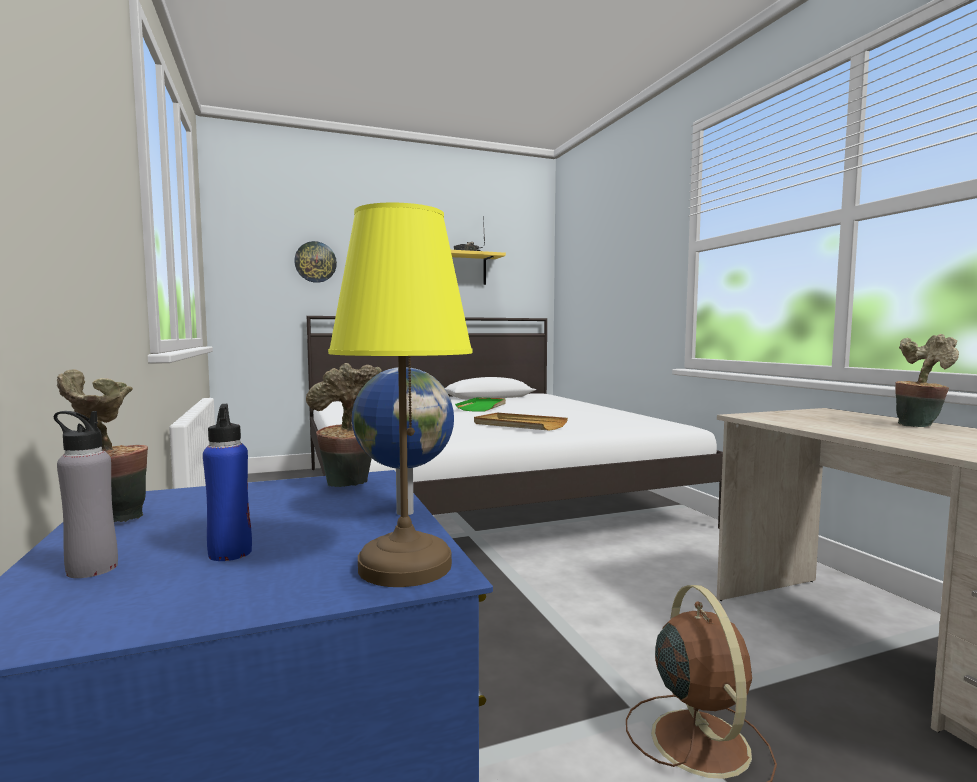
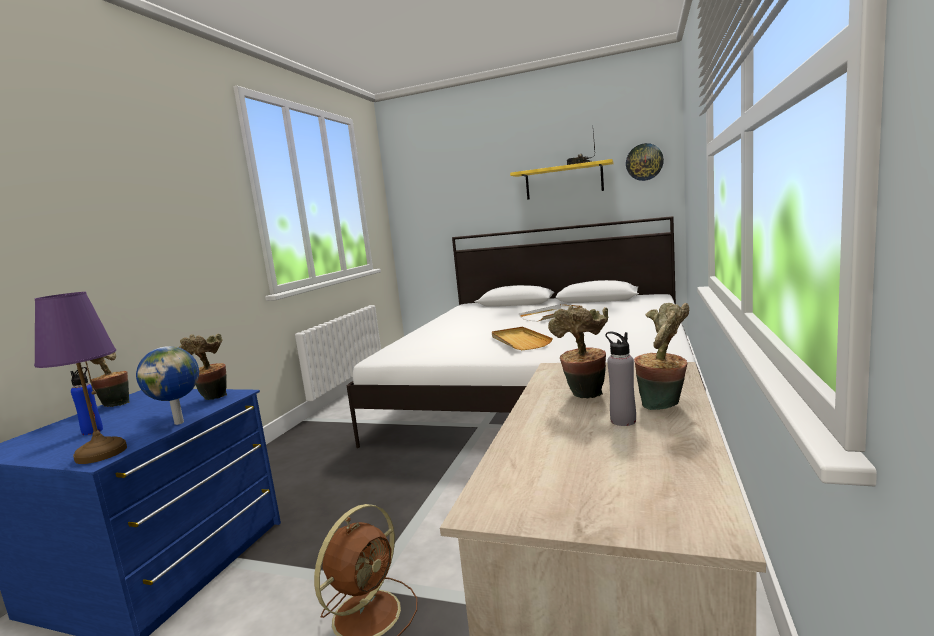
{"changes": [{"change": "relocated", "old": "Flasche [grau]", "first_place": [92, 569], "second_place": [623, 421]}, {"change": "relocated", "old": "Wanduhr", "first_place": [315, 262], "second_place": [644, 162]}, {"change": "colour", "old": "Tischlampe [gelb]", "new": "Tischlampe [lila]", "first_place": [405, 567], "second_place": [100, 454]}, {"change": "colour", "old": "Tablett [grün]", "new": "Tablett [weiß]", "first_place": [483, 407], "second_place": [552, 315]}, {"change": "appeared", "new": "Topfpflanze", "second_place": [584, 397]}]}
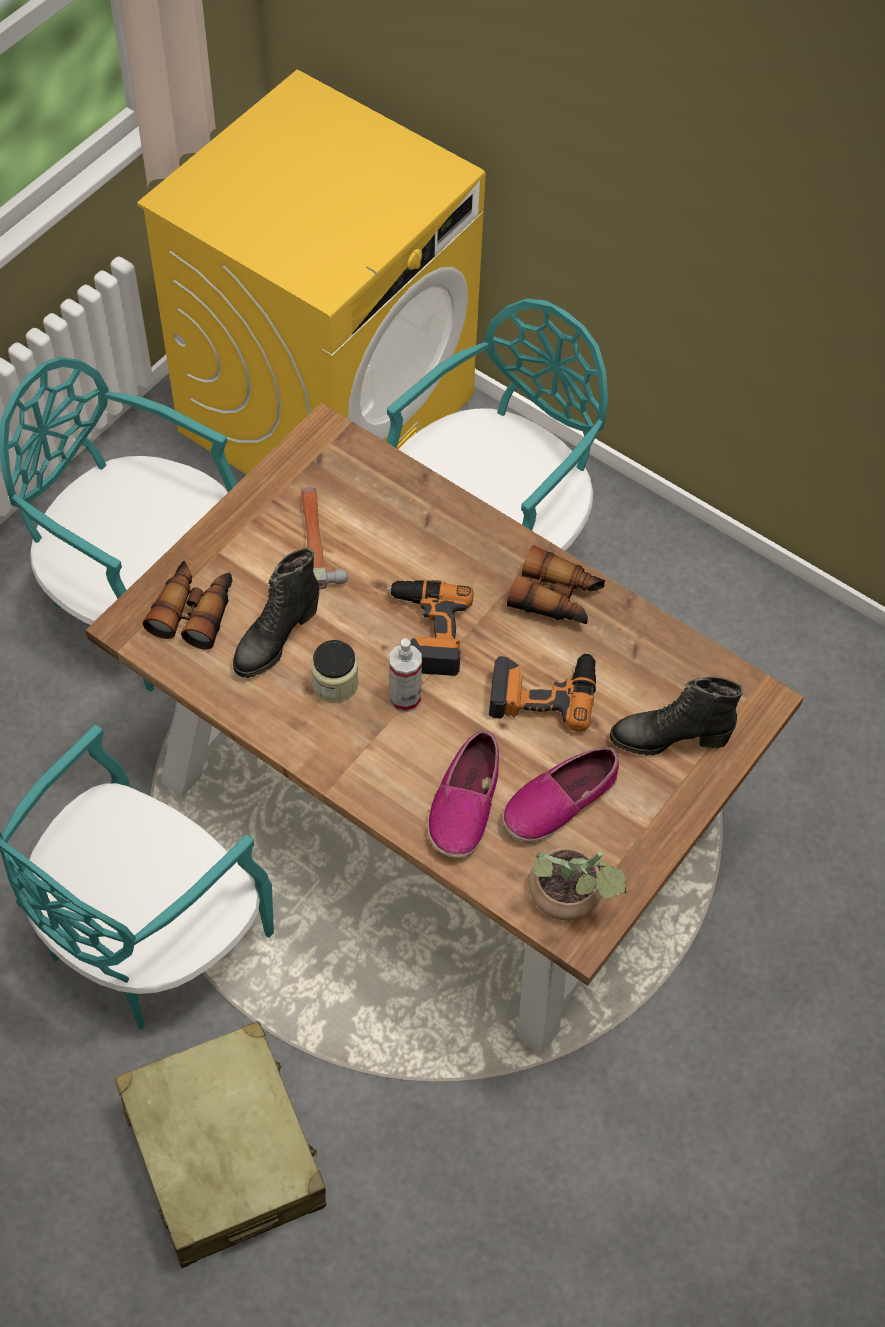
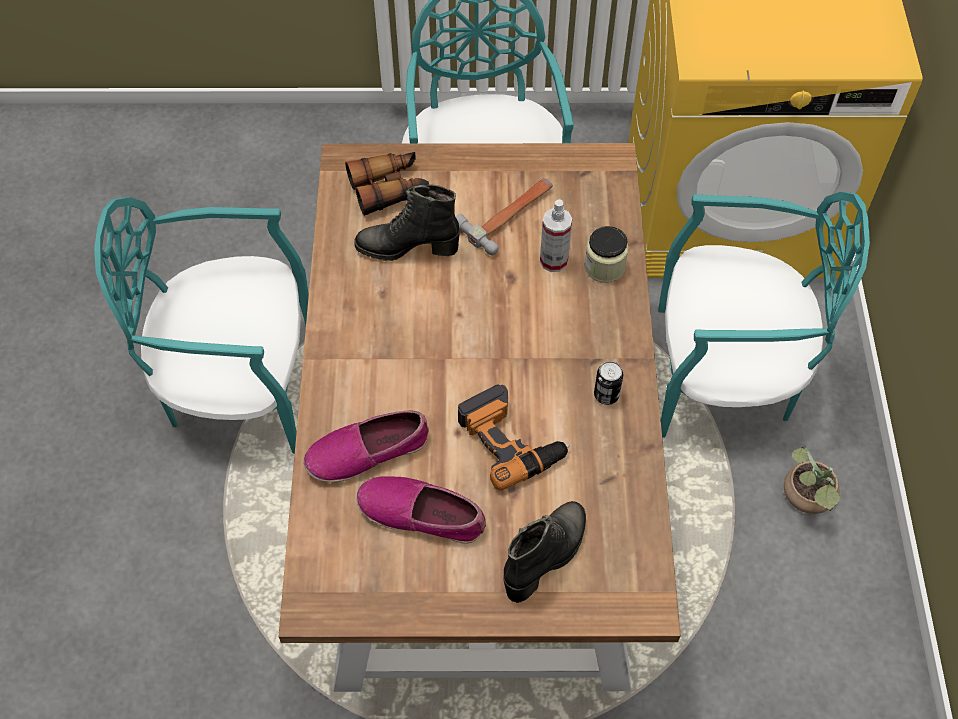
{"changes": [{"change": "missing", "old": "Koffer [beige]", "first_place": [223, 1153]}, {"change": "relocated", "old": "Vorratsglas", "first_place": [335, 683], "second_place": [604, 267]}, {"change": "missing", "old": "Bohrmaschine", "first_place": [426, 631]}, {"change": "relocated", "old": "Sprühflasche", "first_place": [405, 698], "second_place": [553, 261]}, {"change": "exchanged", "old": "Fernglas", "new": "Dose", "first_place": [556, 598], "second_place": [606, 395]}, {"change": "relocated", "old": "Topfpflanze", "first_place": [570, 898], "second_place": [807, 498]}, {"change": "spun", "old": "Stiefel [schwarz]", "first_place": [669, 738], "second_place": [546, 556], "degrees": 75}]}
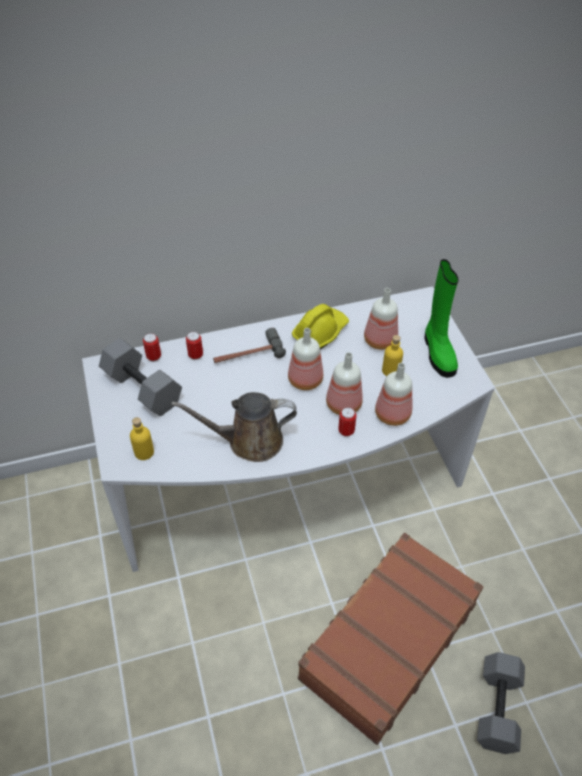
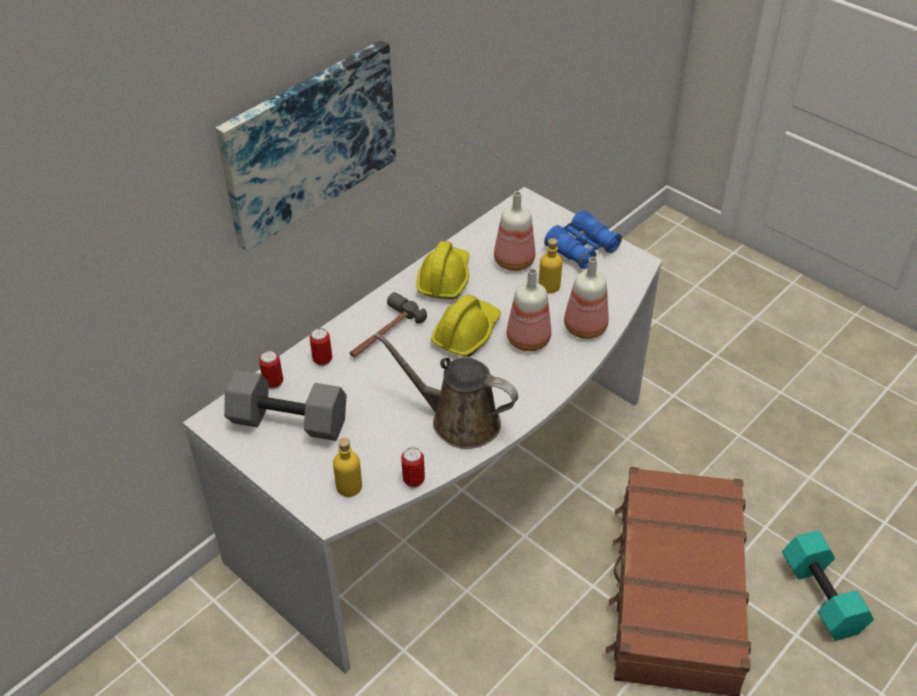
{"changes": [{"change": "spun", "old": "Gießkanne [braun]", "first_place": [249, 441], "second_place": [458, 420], "degrees": 60}, {"change": "exchanged", "old": "Flasche", "new": "Schutzhelm [gelb]", "first_place": [304, 379], "second_place": [466, 333]}, {"change": "relocated", "old": "Dose", "first_place": [346, 431], "second_place": [414, 480]}, {"change": "exchanged", "old": "Stiefel [grün]", "new": "Fernglas [blau]", "first_place": [438, 352], "second_place": [582, 249]}, {"change": "colour", "old": "Hantel [grau]", "new": "Hantel [türkis]", "first_place": [498, 709], "second_place": [823, 597]}, {"change": "appeared", "new": "Bild", "second_place": [308, 142]}]}
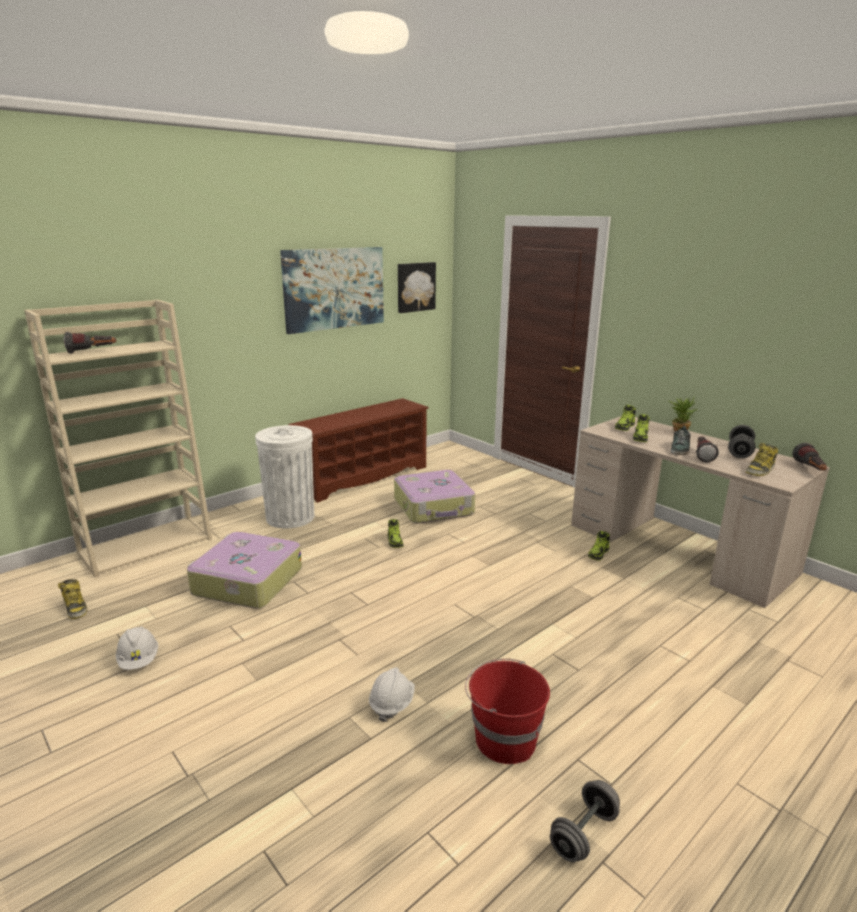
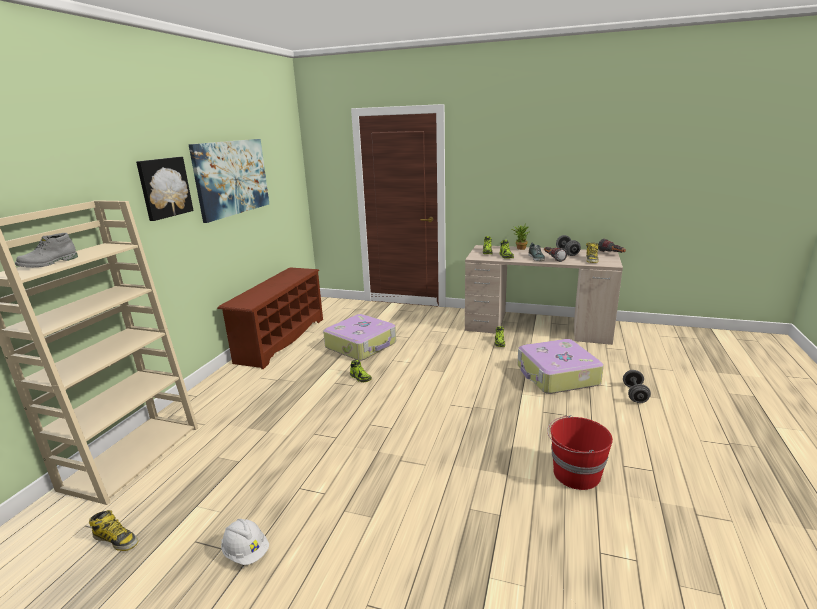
{"changes": [{"change": "exchanged", "old": "Taschenlampe", "new": "Stiefel [grau]", "first_place": [92, 352], "second_place": [49, 263]}, {"change": "relocated", "old": "Koffer", "first_place": [246, 582], "second_place": [556, 376]}, {"change": "missing", "old": "Mülleimer [weiß]", "first_place": [290, 517]}, {"change": "missing", "old": "Schutzhelm [weiß]", "first_place": [391, 704]}, {"change": "relocated", "old": "Bild", "first_place": [415, 287], "second_place": [164, 187]}, {"change": "relocated", "old": "Hantel [grau]", "first_place": [583, 833], "second_place": [634, 394]}]}
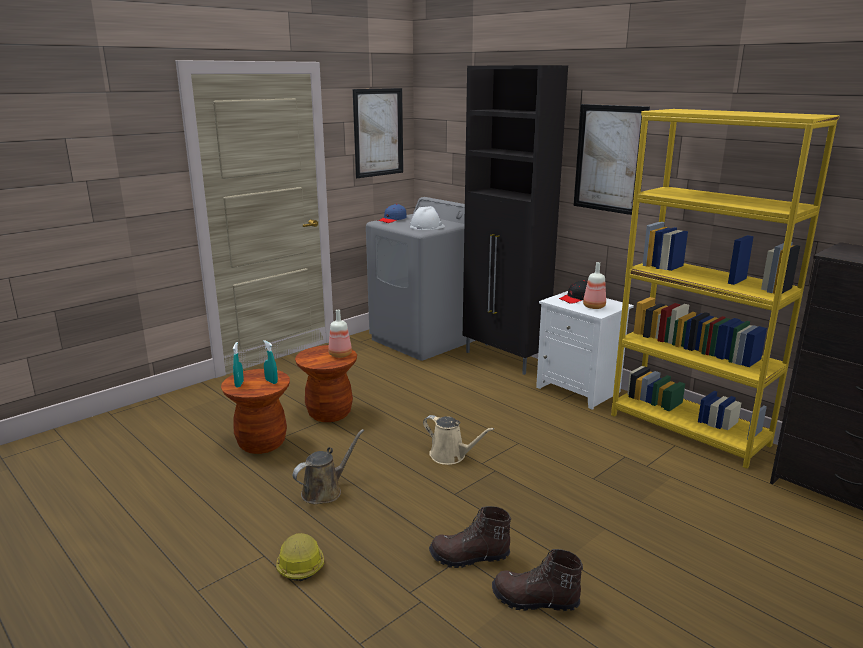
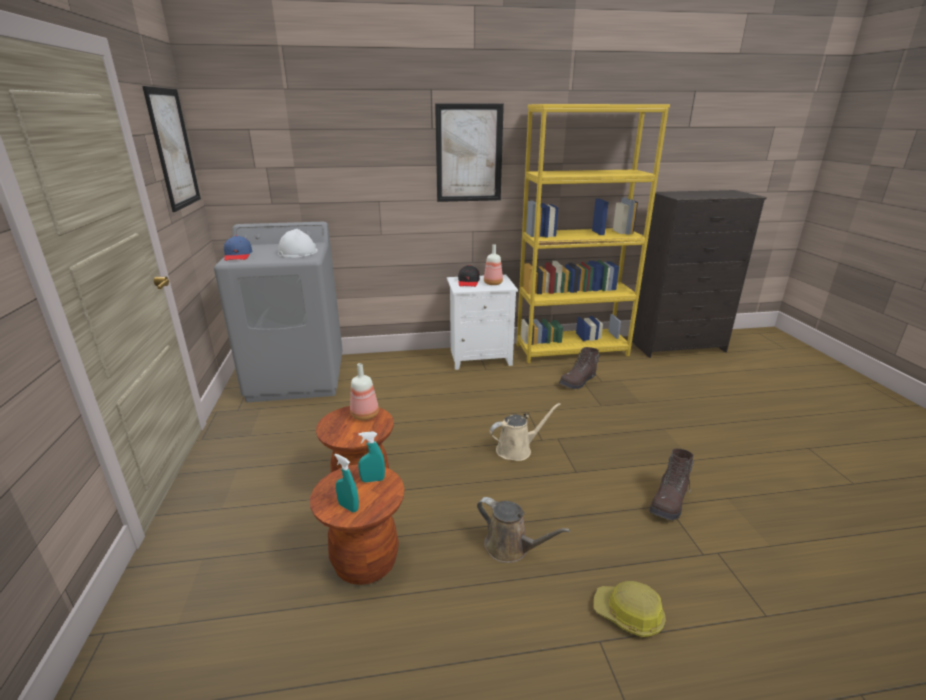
{"changes": [{"change": "spun", "old": "Gießkanne [braun]", "first_place": [325, 491], "second_place": [511, 547], "degrees": 135}, {"change": "missing", "old": "Schrank [schwarz]", "first_place": [505, 359]}, {"change": "relocated", "old": "Stiefel [braun]", "first_place": [534, 601], "second_place": [578, 382]}]}
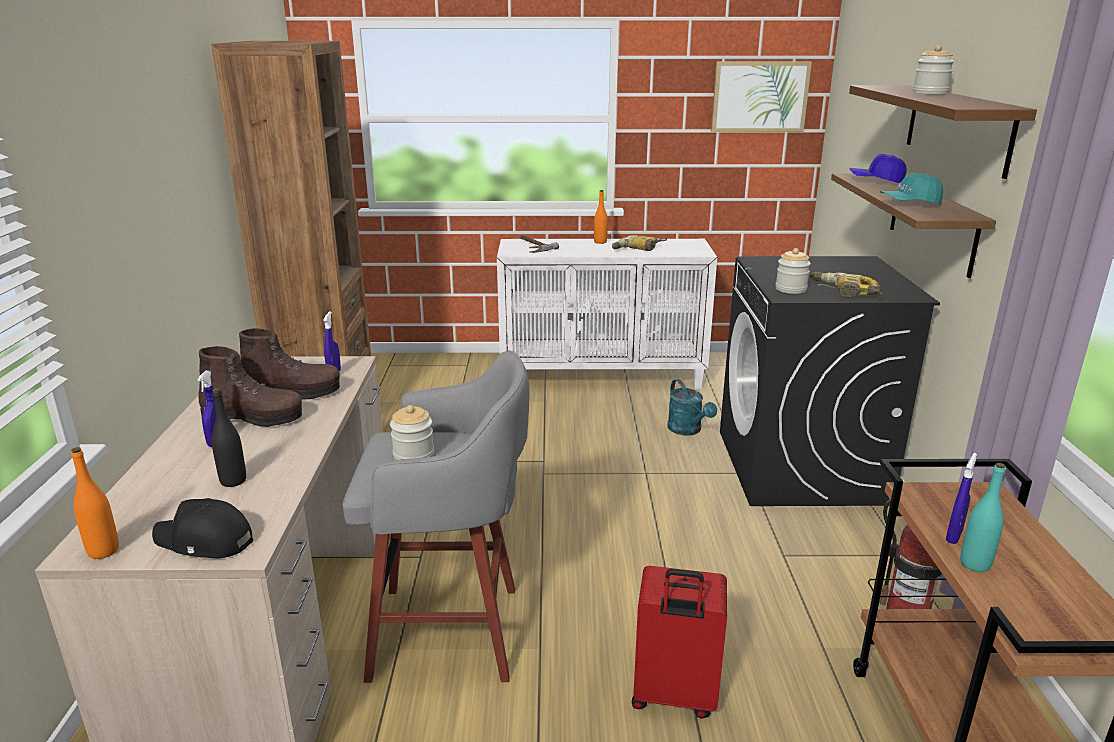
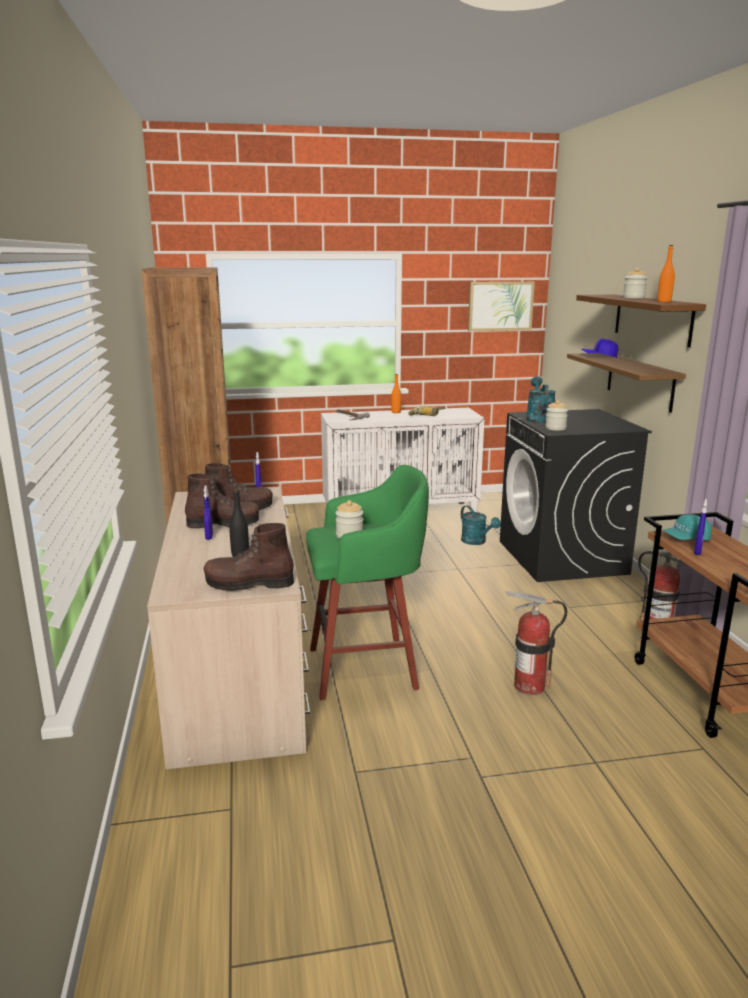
{"changes": [{"change": "relocated", "old": "Flasche [orange]", "first_place": [103, 551], "second_place": [664, 301]}, {"change": "exchanged", "old": "Kappe [schwarz]", "new": "Stiefel [braun]", "first_place": [204, 541], "second_place": [249, 584]}, {"change": "colour", "old": "Hocker [grau]", "new": "Hocker [grün]", "first_place": [451, 633], "second_place": [366, 668]}, {"change": "exchanged", "old": "Koffer [rot]", "new": "Feuerlöscher", "first_place": [673, 697], "second_place": [529, 686]}, {"change": "missing", "old": "Bohrmaschine", "first_place": [843, 292]}, {"change": "relocated", "old": "Kappe [türkis]", "first_place": [910, 204], "second_place": [685, 539]}, {"change": "missing", "old": "Flasche [türkis]", "first_place": [975, 564]}, {"change": "appeared", "new": "Gießkanne [türkis]", "second_place": [538, 418]}]}
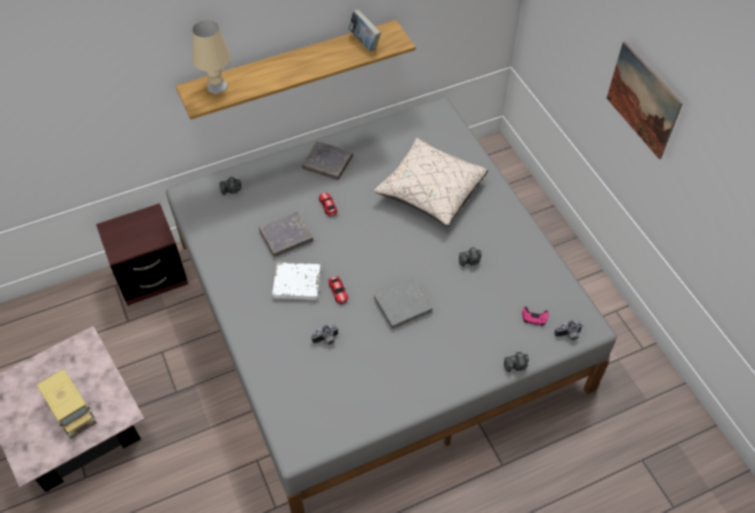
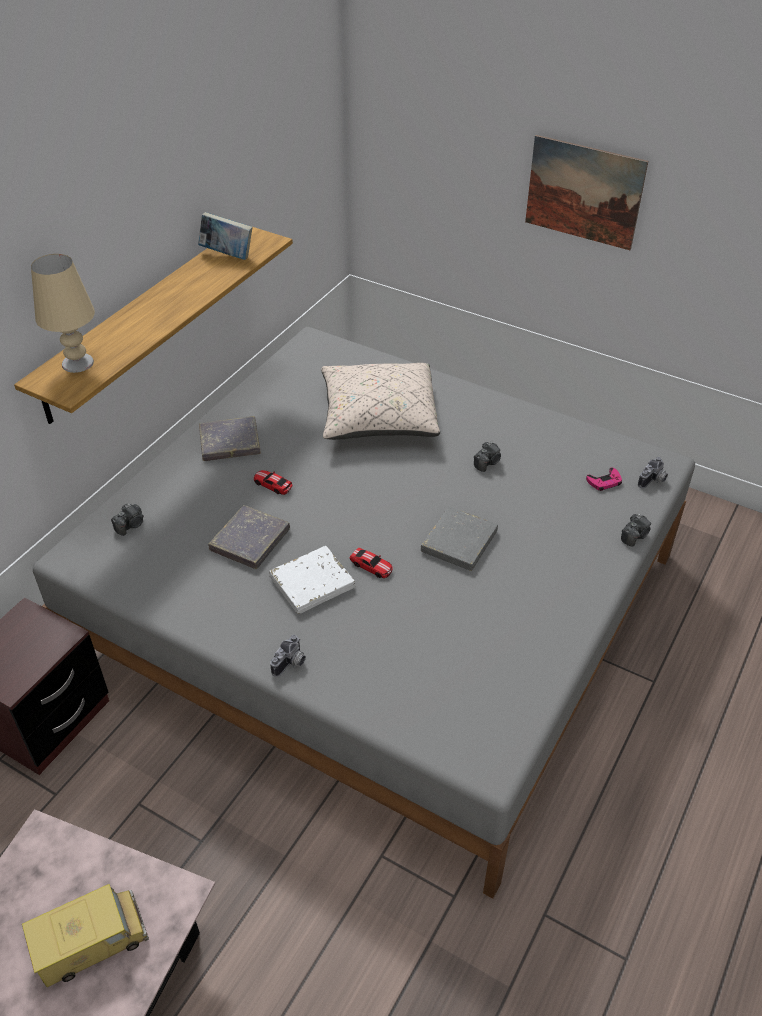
{"changes": [{"change": "spun", "old": "Spielzeuglaster", "first_place": [71, 410], "second_place": [92, 942], "degrees": -45}, {"change": "relocated", "old": "Kamera", "first_place": [326, 340], "second_place": [291, 664]}]}
